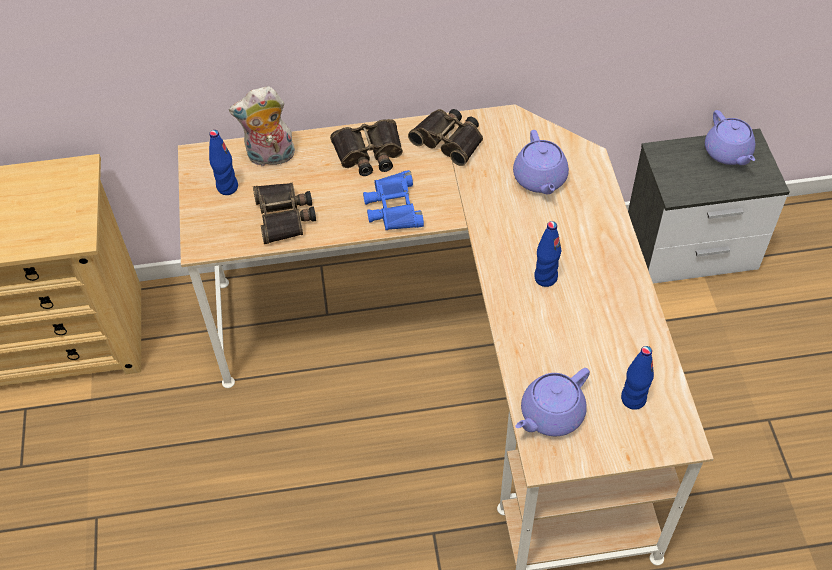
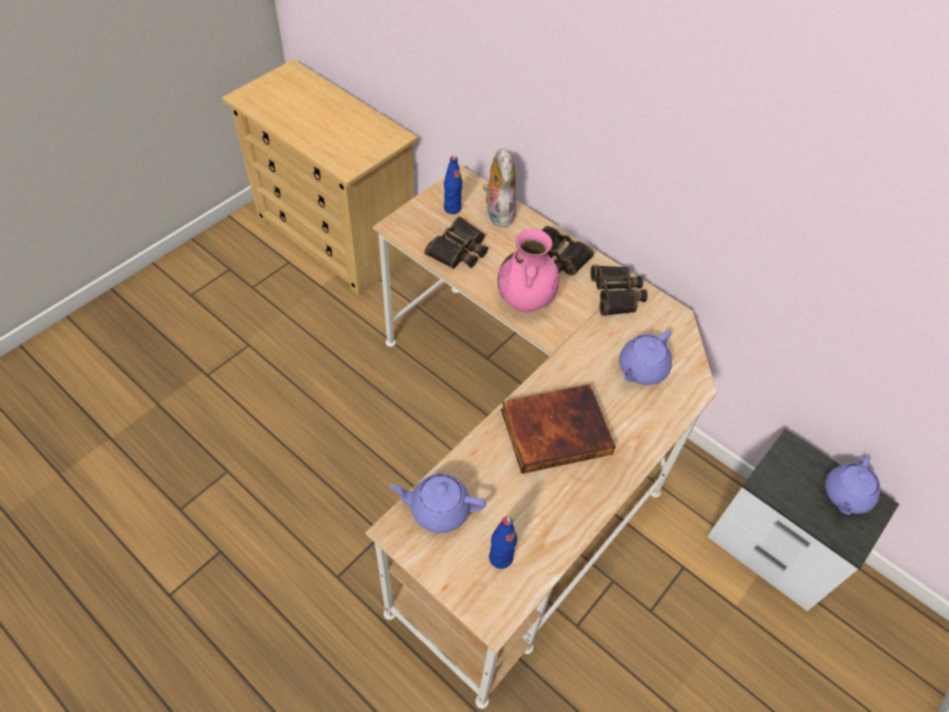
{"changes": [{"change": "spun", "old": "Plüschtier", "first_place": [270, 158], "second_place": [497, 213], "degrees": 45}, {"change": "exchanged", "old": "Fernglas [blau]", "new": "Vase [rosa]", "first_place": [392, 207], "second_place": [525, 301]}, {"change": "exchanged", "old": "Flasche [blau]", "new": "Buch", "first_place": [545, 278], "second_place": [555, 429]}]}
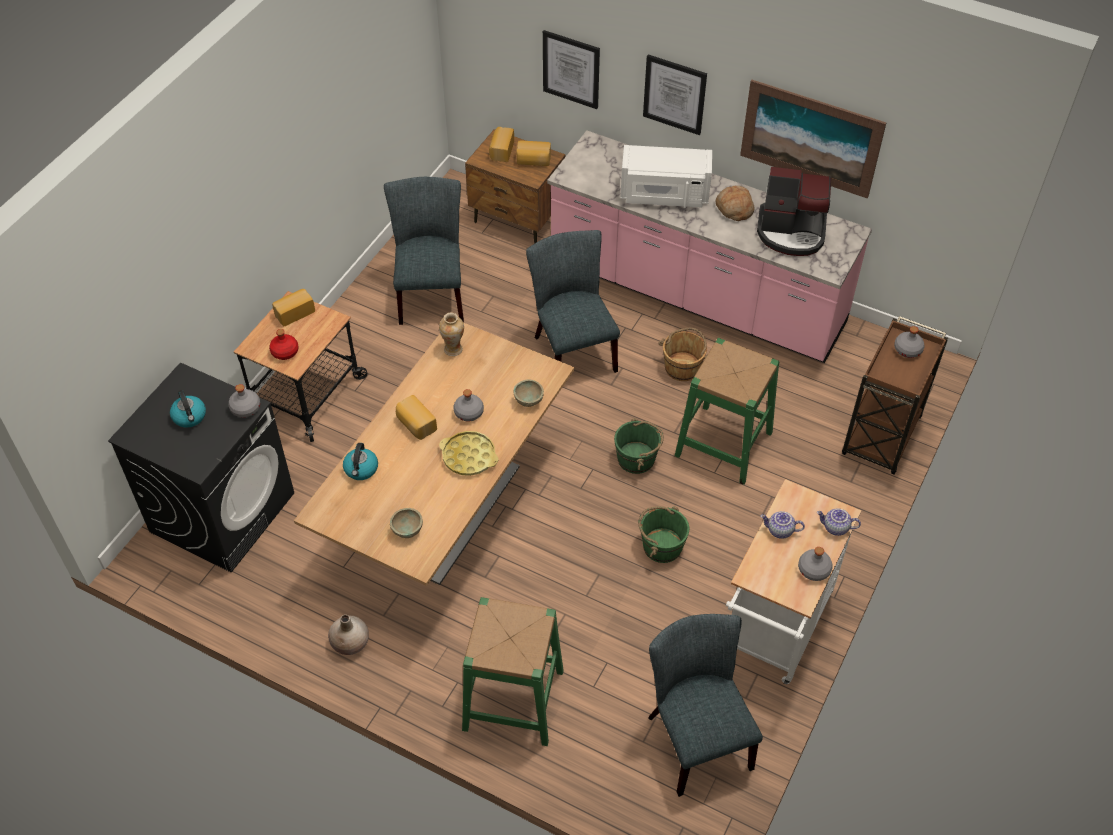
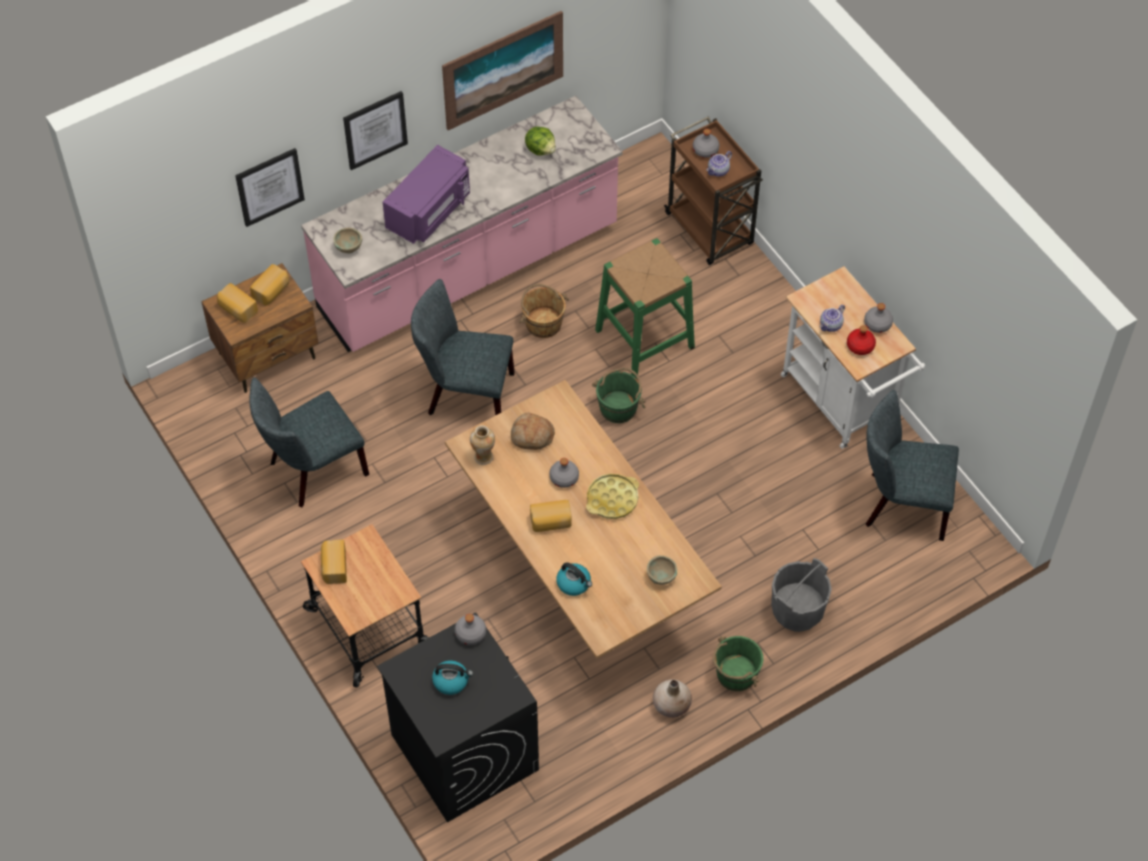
{"changes": [{"change": "relocated", "old": "Flasche [rot]", "first_place": [285, 351], "second_place": [860, 346]}, {"change": "spun", "old": "Stuhl [grau]", "first_place": [431, 293], "second_place": [313, 470], "degrees": -60}, {"change": "exchanged", "old": "Hocker [grün]", "new": "Eimer [grau]", "first_place": [513, 700], "second_place": [797, 610]}, {"change": "relocated", "old": "Schüssel [beige]", "first_place": [529, 401], "second_place": [348, 247]}, {"change": "colour", "old": "Mikrowelle [weiß]", "new": "Mikrowelle [lila]", "first_place": [664, 194], "second_place": [430, 211]}, {"change": "relocated", "old": "Eimer [grün]", "first_place": [661, 546], "second_place": [735, 674]}, {"change": "relocated", "old": "Brot", "first_place": [734, 208], "second_place": [532, 436]}, {"change": "exchanged", "old": "Kaffeemaschine", "new": "Salatkopf", "first_place": [791, 232], "second_place": [541, 149]}, {"change": "relocated", "old": "Teekanne", "first_place": [835, 528], "second_place": [718, 171]}]}
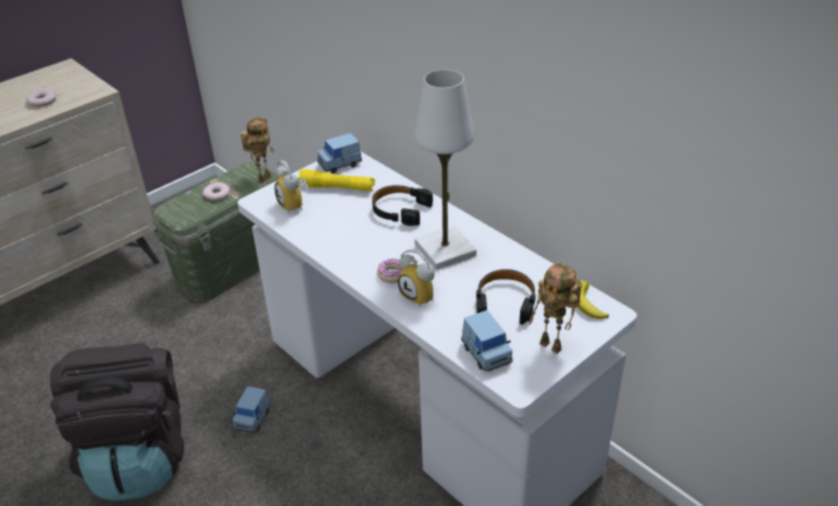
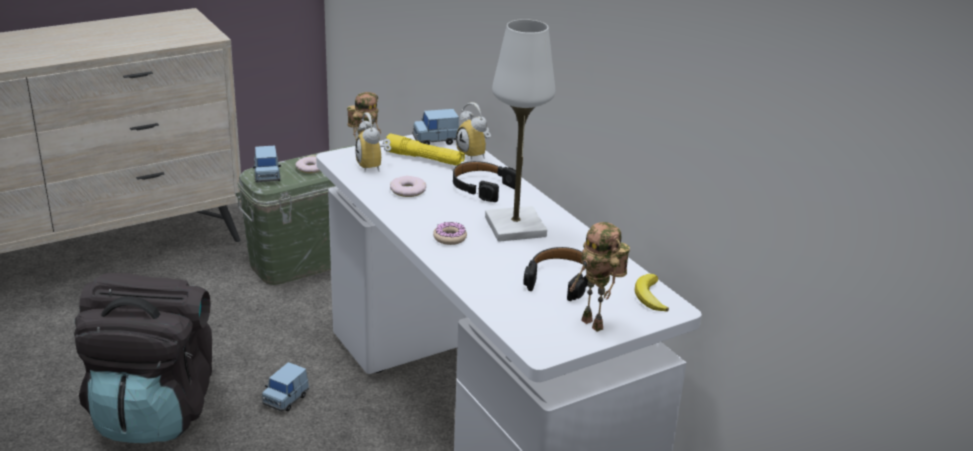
{"changes": [{"change": "relocated", "old": "Donut", "first_place": [42, 101], "second_place": [407, 190]}, {"change": "relocated", "old": "Wecker", "first_place": [421, 295], "second_place": [476, 154]}, {"change": "relocated", "old": "Spielzeugauto [blau]", "first_place": [486, 353], "second_place": [267, 176]}]}
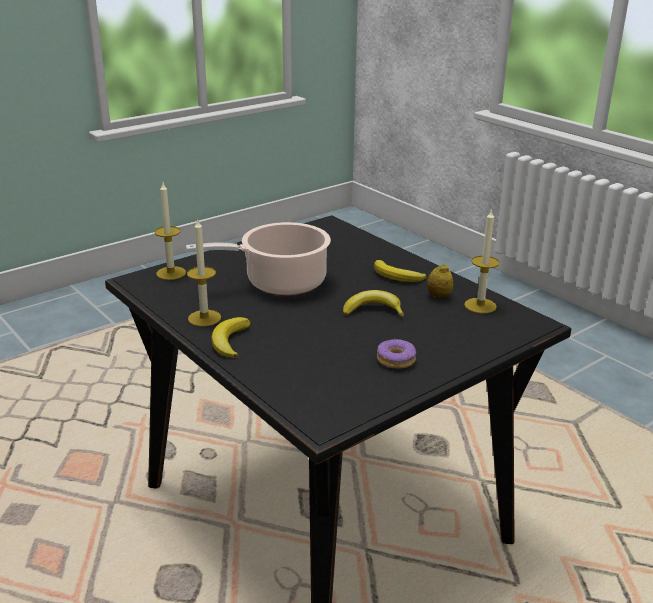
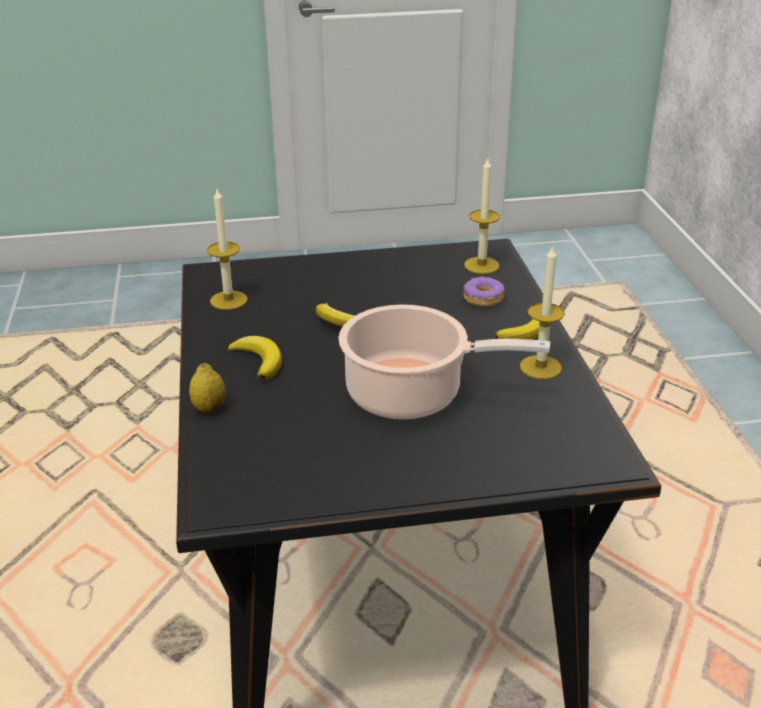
{"changes": [{"change": "relocated", "old": "Kerze", "first_place": [171, 273], "second_place": [481, 265]}, {"change": "relocated", "old": "Donut", "first_place": [396, 360], "second_place": [483, 299]}, {"change": "relocated", "old": "Zitrone", "first_place": [438, 296], "second_place": [209, 408]}]}
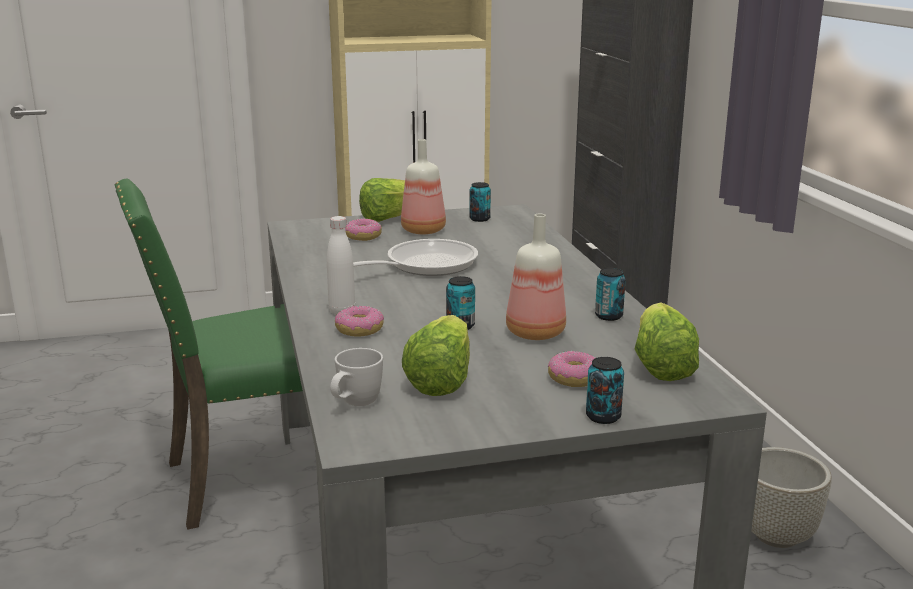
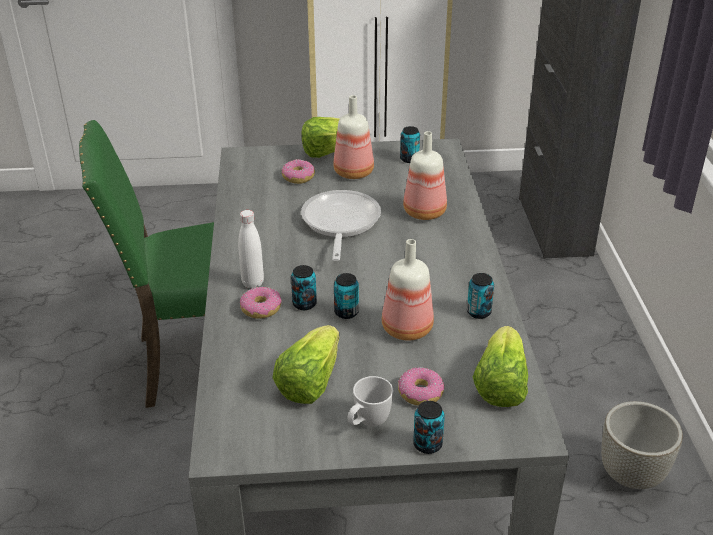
{"changes": [{"change": "relocated", "old": "Henkelbecher [weiß]", "first_place": [355, 405], "second_place": [367, 423]}, {"change": "spun", "old": "Pfanne", "first_place": [424, 265], "second_place": [339, 224], "degrees": -60}, {"change": "appeared", "new": "Dose", "second_place": [304, 304]}, {"change": "appeared", "new": "Flasche", "second_place": [424, 211]}]}
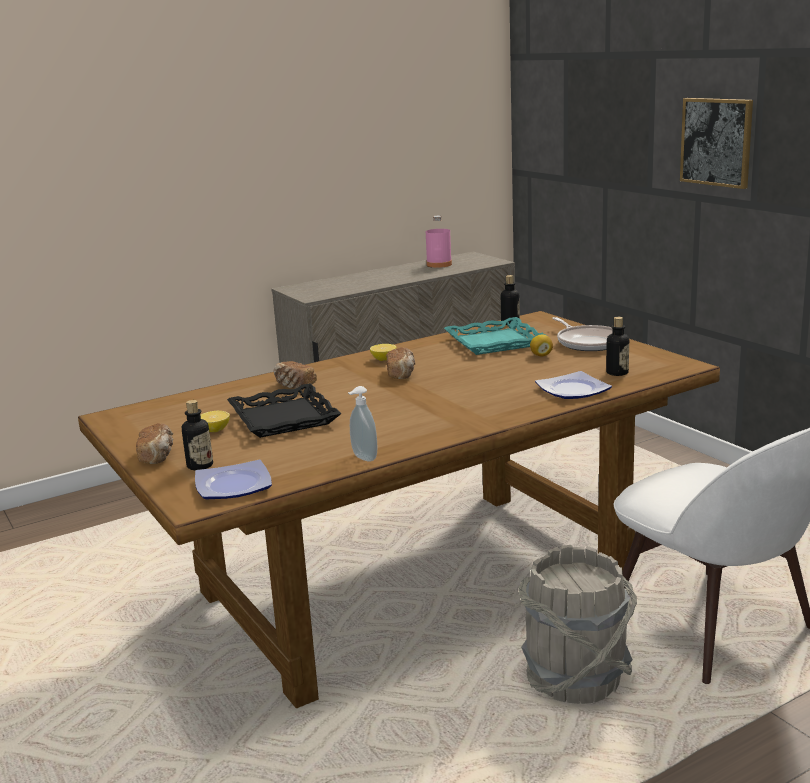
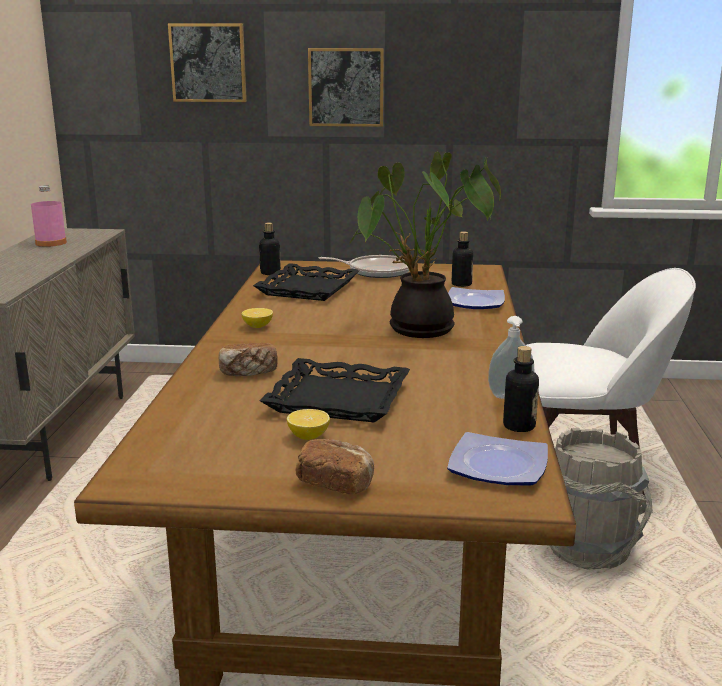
{"changes": [{"change": "relocated", "old": "Flasche", "first_place": [200, 466], "second_place": [519, 426]}, {"change": "missing", "old": "Brot", "first_place": [401, 374]}, {"change": "colour", "old": "Tablett [türkis]", "new": "Tablett [schwarz]", "first_place": [495, 343], "second_place": [308, 289]}, {"change": "missing", "old": "Zitrone", "first_place": [541, 355]}, {"change": "appeared", "new": "Bild", "second_place": [208, 63]}, {"change": "appeared", "new": "Topfpflanze", "second_place": [419, 331]}]}
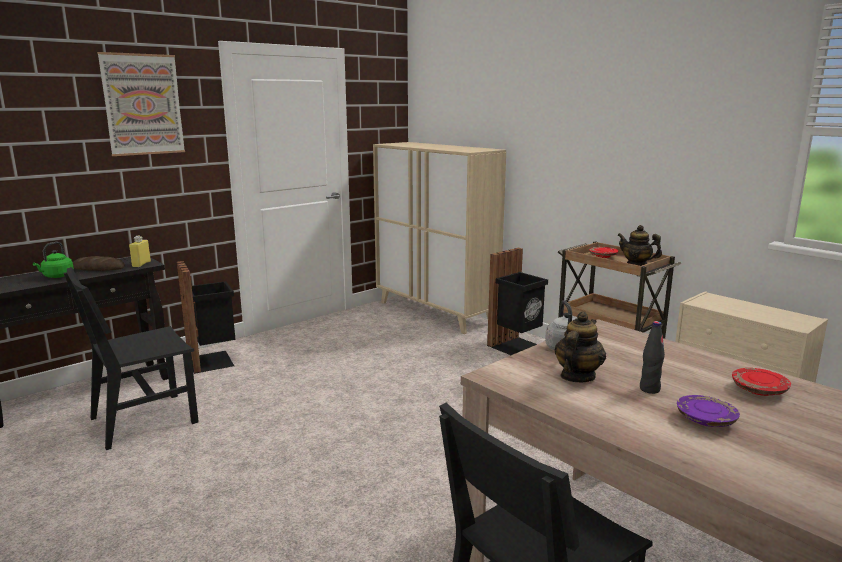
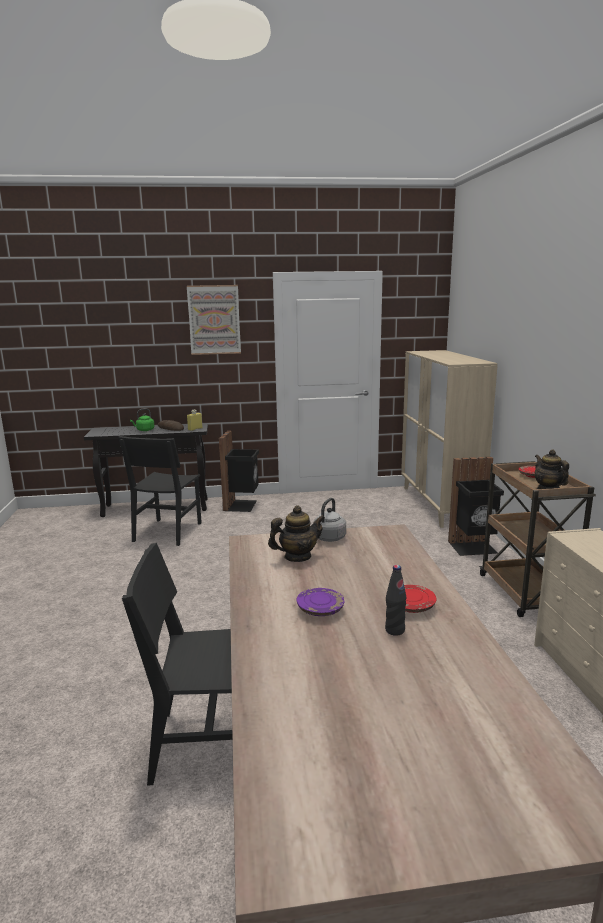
{"changes": [{"change": "spun", "old": "Stuhl [schwarz]", "first_place": [143, 420], "second_place": [167, 532], "degrees": -75}, {"change": "relocated", "old": "Flasche [schwarz]", "first_place": [649, 389], "second_place": [394, 630]}]}
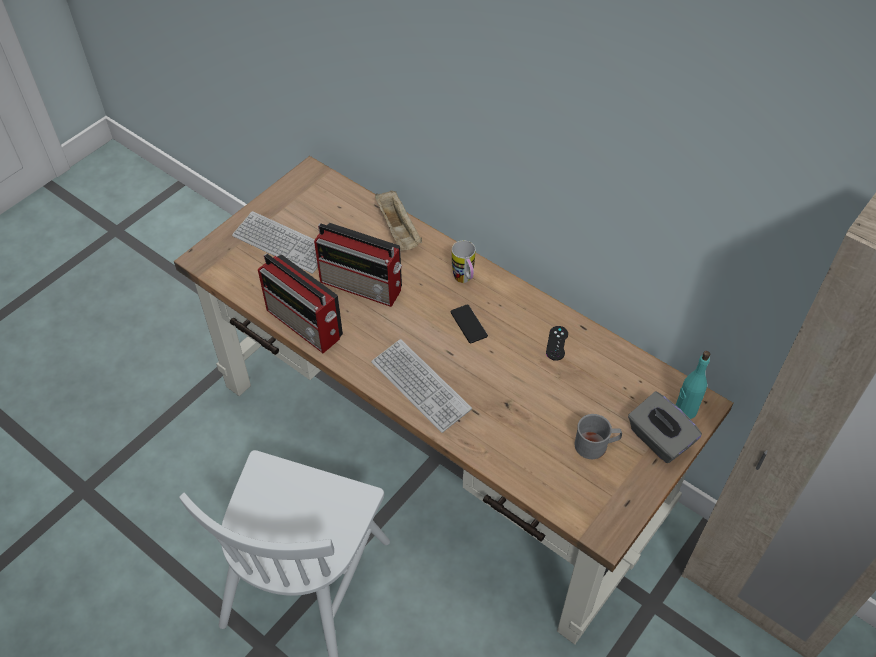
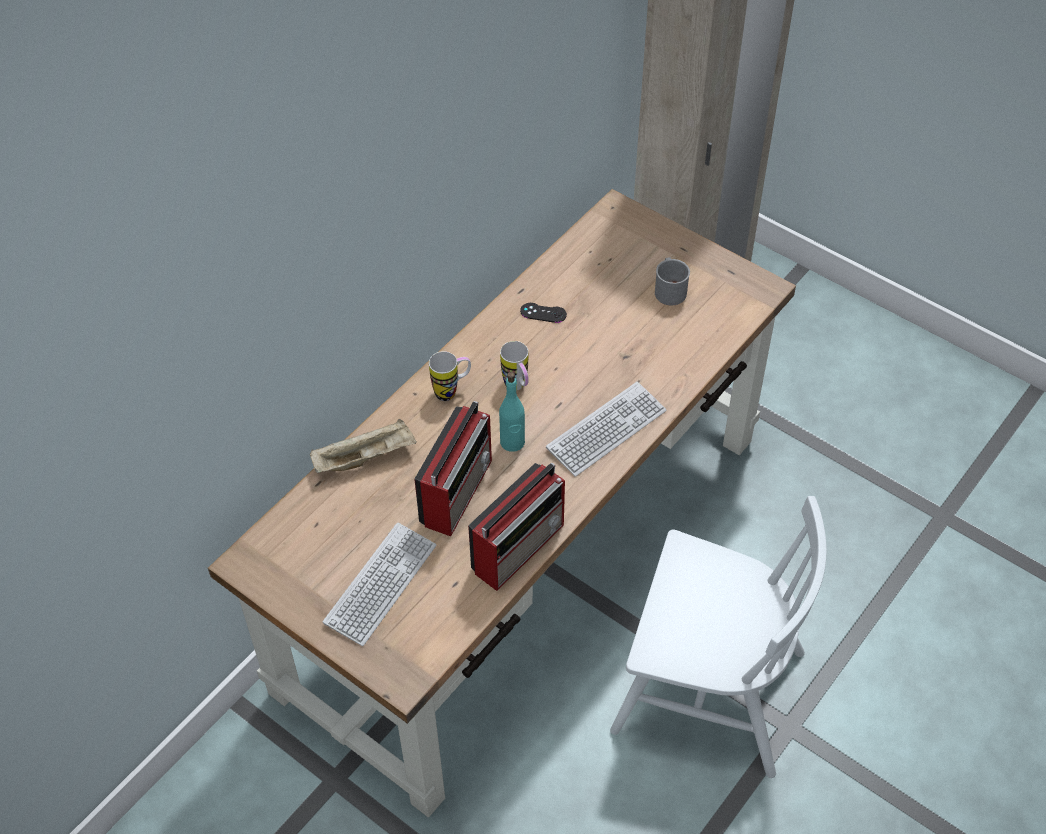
{"changes": [{"change": "exchanged", "old": "Handy", "new": "Henkelbecher", "first_place": [468, 324], "second_place": [517, 388]}, {"change": "missing", "old": "Taschentuchbox [grau]", "first_place": [659, 439]}, {"change": "relocated", "old": "Flasche [türkis]", "first_place": [685, 410], "second_place": [512, 442]}]}
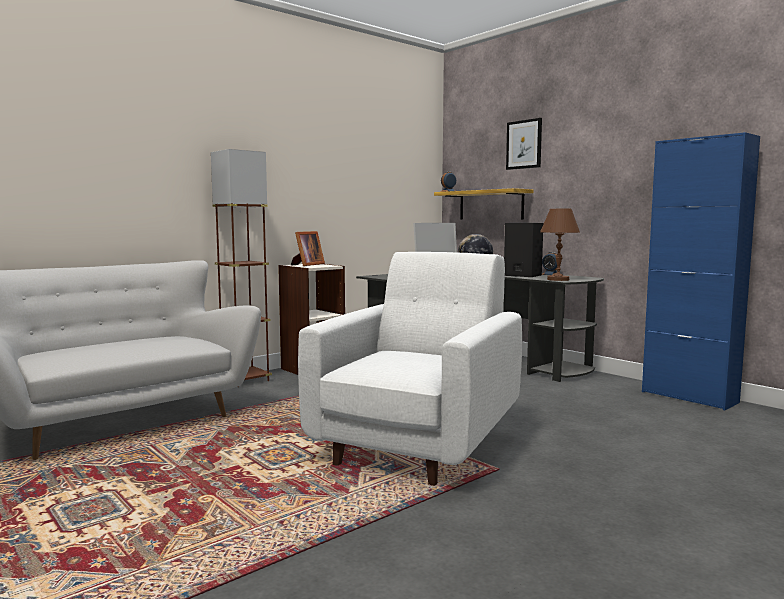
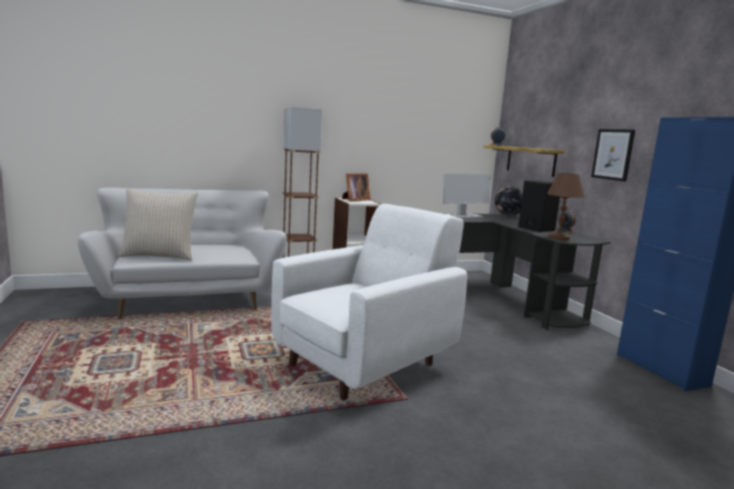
{"changes": [{"change": "relocated", "old": "Bild", "first_place": [524, 144], "second_place": [613, 154]}, {"change": "appeared", "new": "Kissen [beige]", "second_place": [159, 256]}]}
